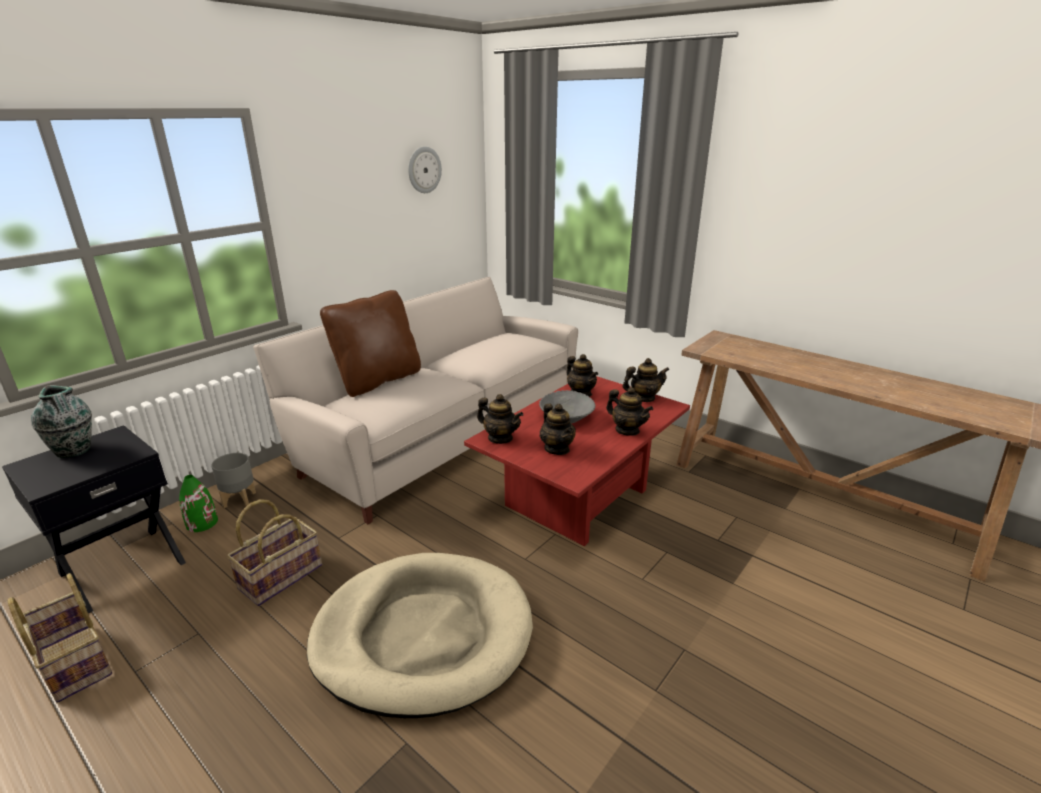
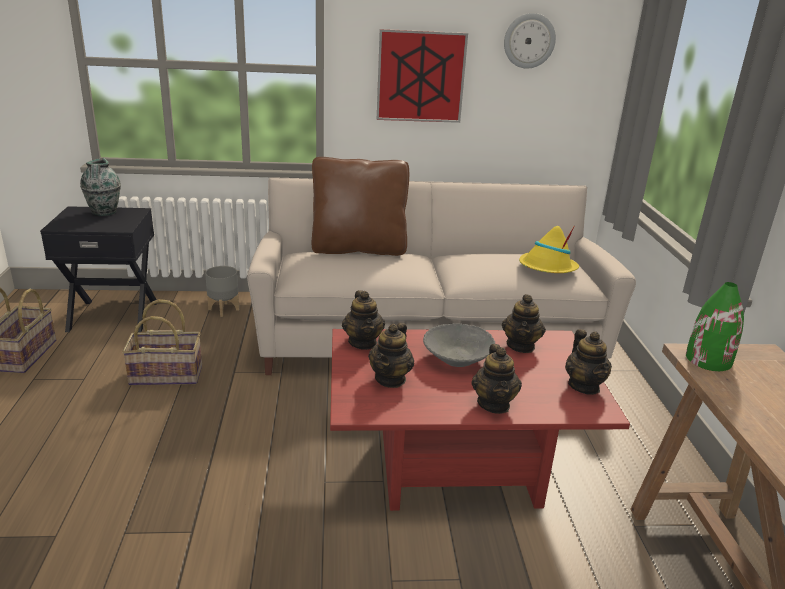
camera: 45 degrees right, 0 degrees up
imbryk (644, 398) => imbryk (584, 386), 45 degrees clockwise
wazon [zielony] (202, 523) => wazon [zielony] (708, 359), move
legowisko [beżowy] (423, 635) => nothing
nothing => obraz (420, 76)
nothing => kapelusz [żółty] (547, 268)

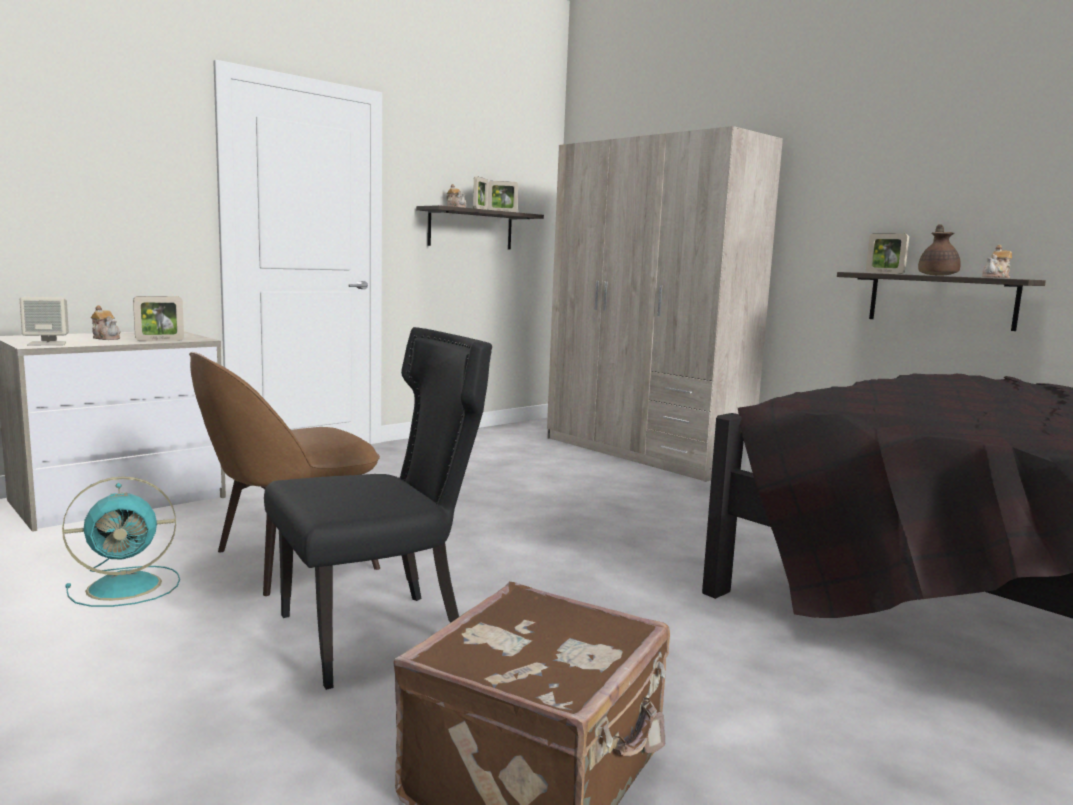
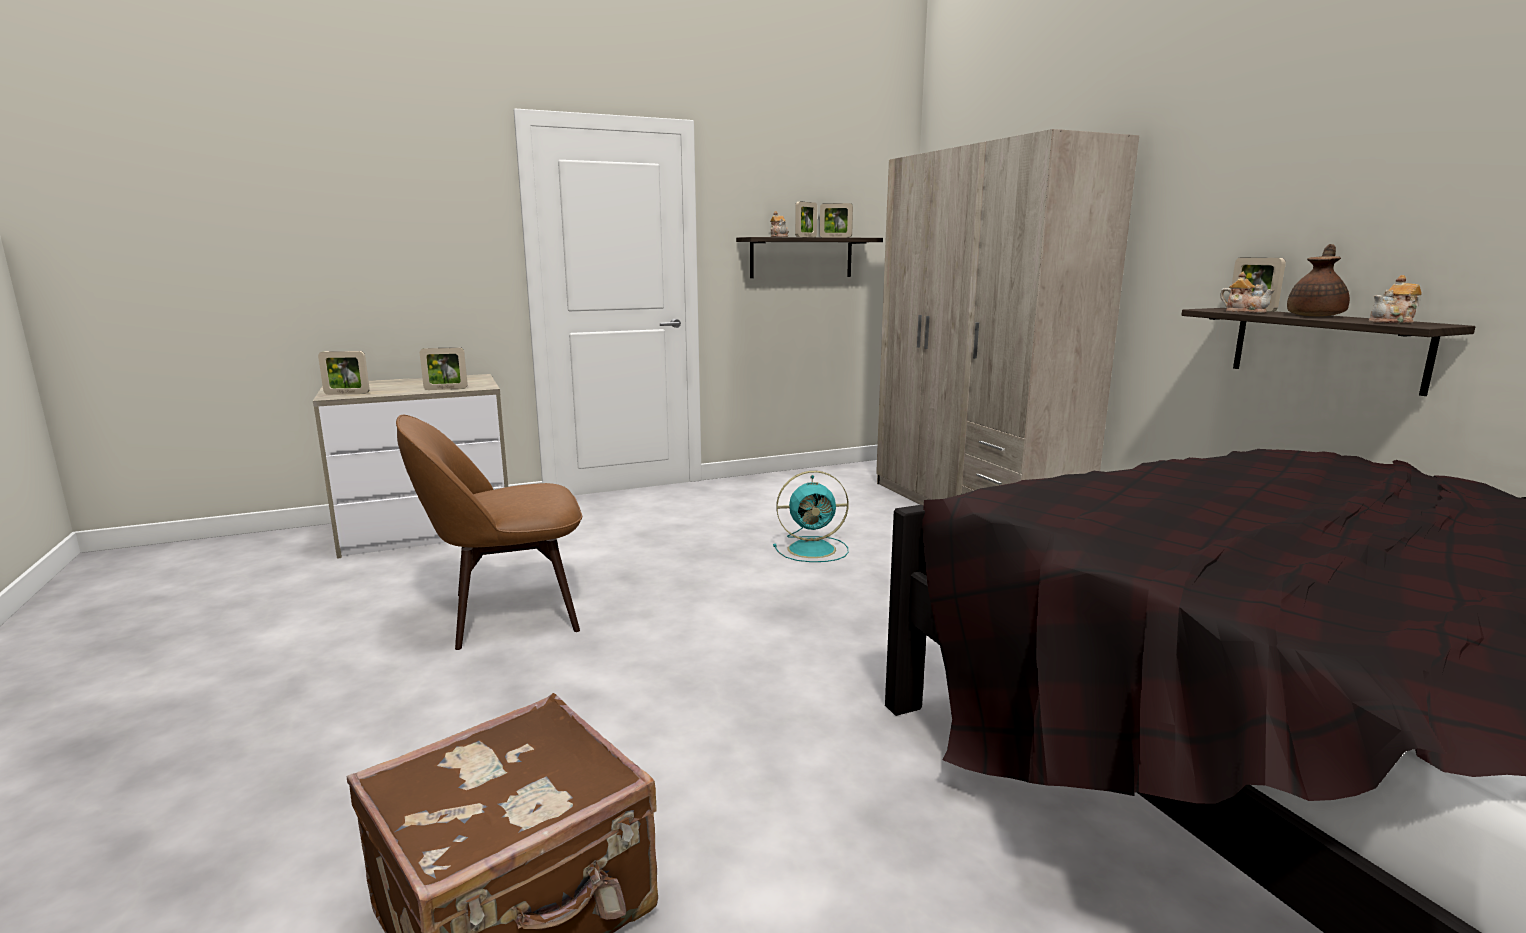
camera: 20 degrees right, 5 degrees up
głośnik [beżowy] (47, 343) => ramka na zdjęcie (347, 393)
imbryk (106, 338) => imbryk (1244, 311), move
krzesło [czarny] (380, 633) => nothing
wentylator [turkusowy] (128, 586) => wentylator [turkusowy] (814, 549), move

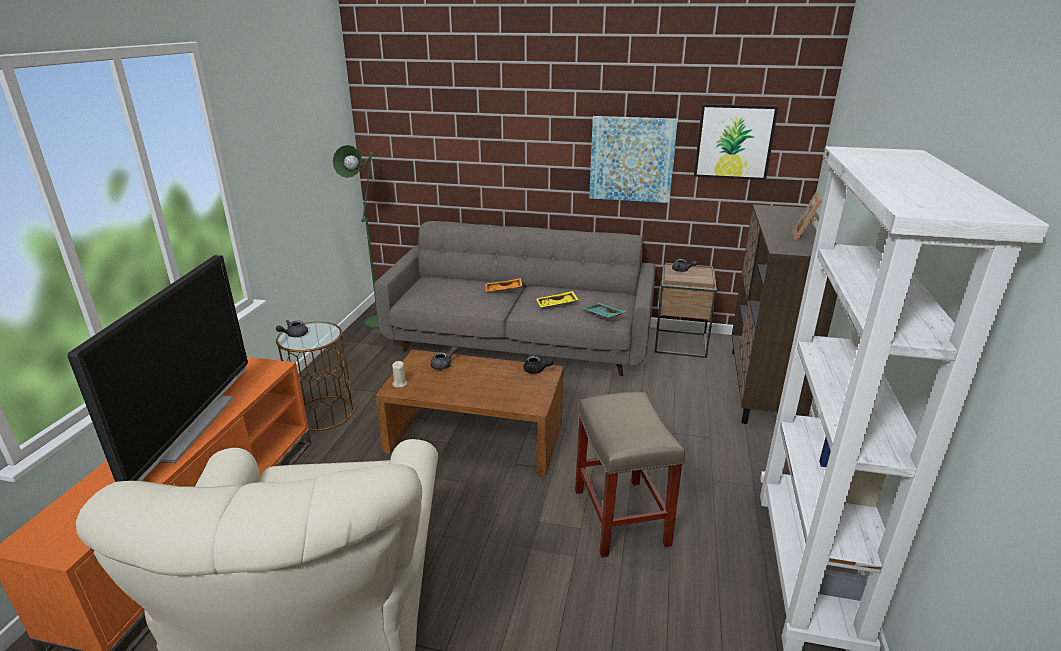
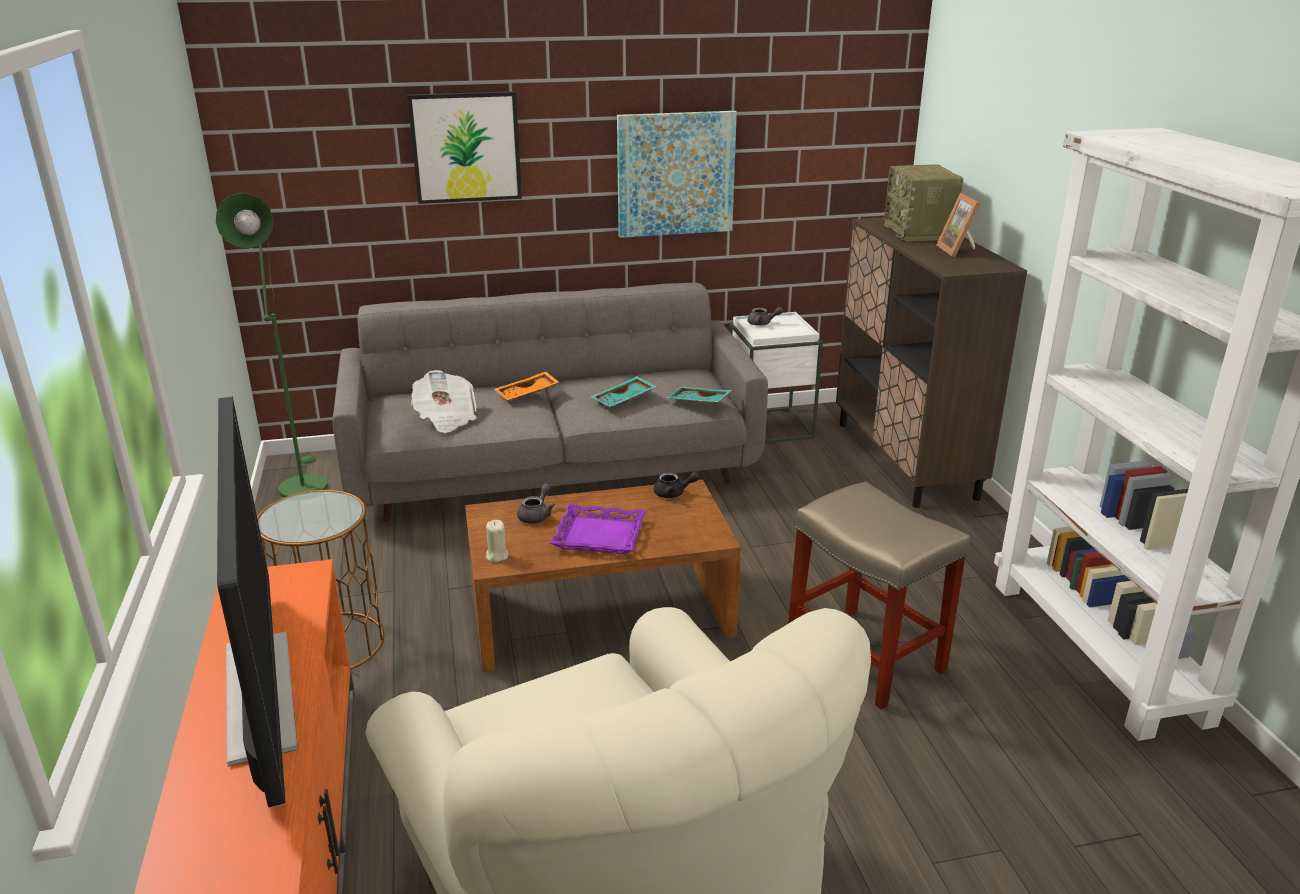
camera: 25 degrees left, 0 degrees up
obraz (734, 142) => obraz (466, 147), move
stolik [brązowy] (680, 343) => stolik [biały] (769, 426)
taca [żółty] (557, 305) => taca [turkusowy] (624, 400)
imbryk [szary] (294, 335) => nothing
nothing => radio (919, 232)
nothing => gazeta (445, 418)
nothing => taca [fioletowy] (599, 535)

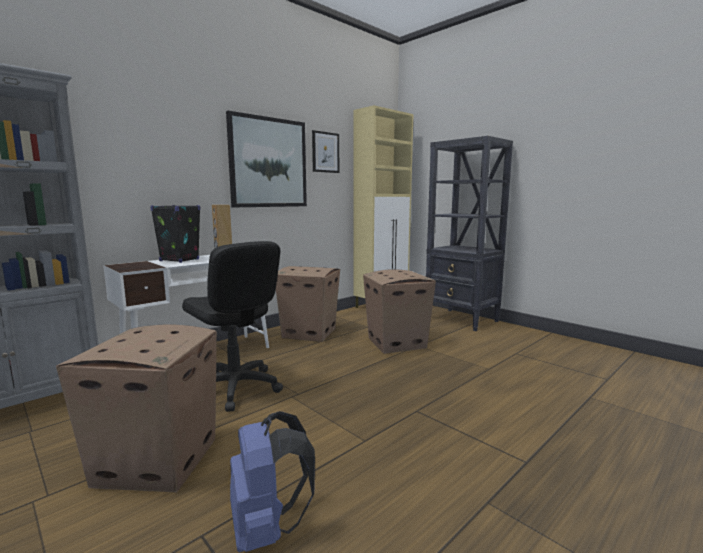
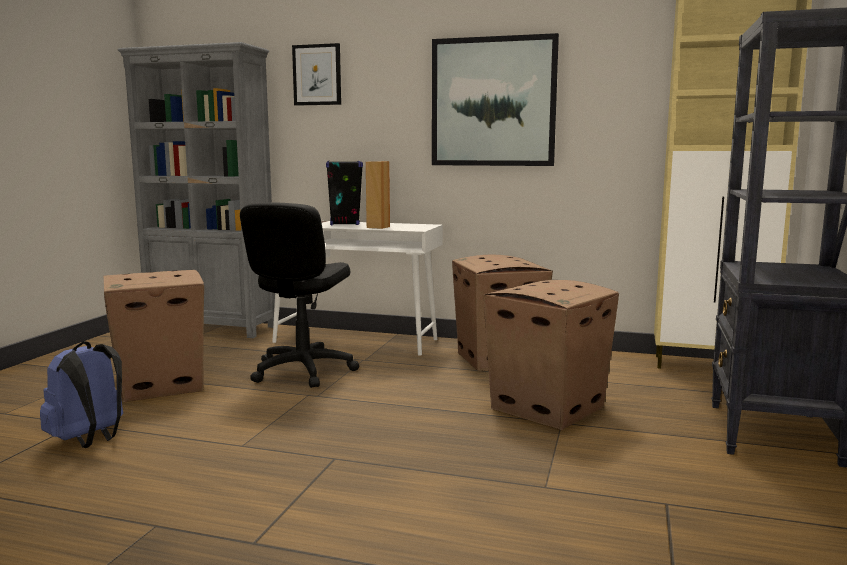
camera: 60 degrees right, 0 degrees up
obraz (325, 152) => obraz (317, 75), move

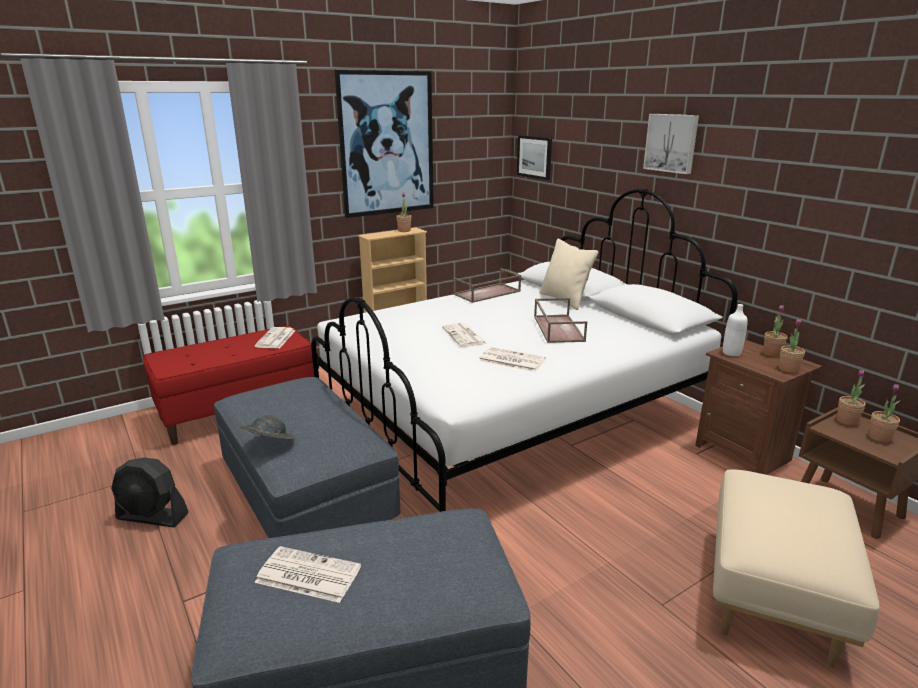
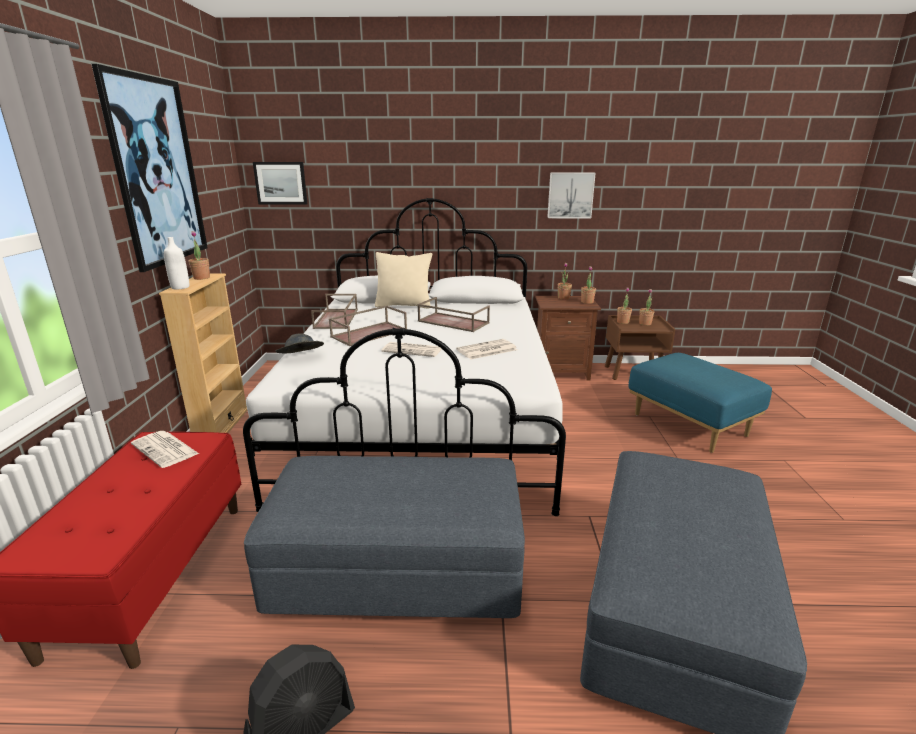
camera: 55 degrees left, 0 degrees up
obraz (671, 143) => obraz (570, 195), move
butelka [biały] (731, 353) => butelka [biały] (180, 287), move
kapelusz [szary] (268, 444) => kapelusz [szary] (300, 358), move
pufa [beżowy] (775, 597) => pufa [niebieski] (690, 425)
gazeta (307, 575) => nothing
nothing => taca [brązowy] (369, 333)

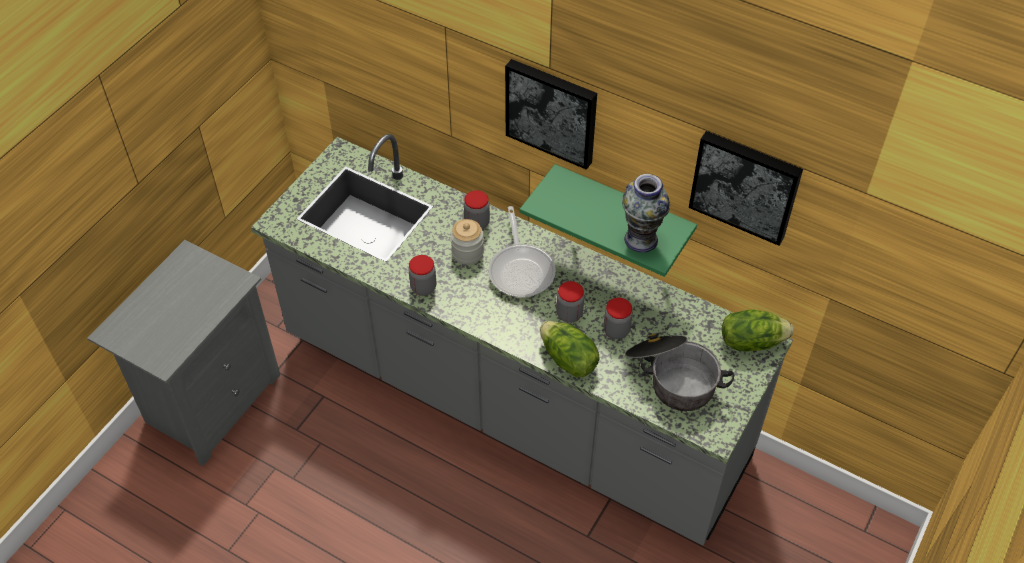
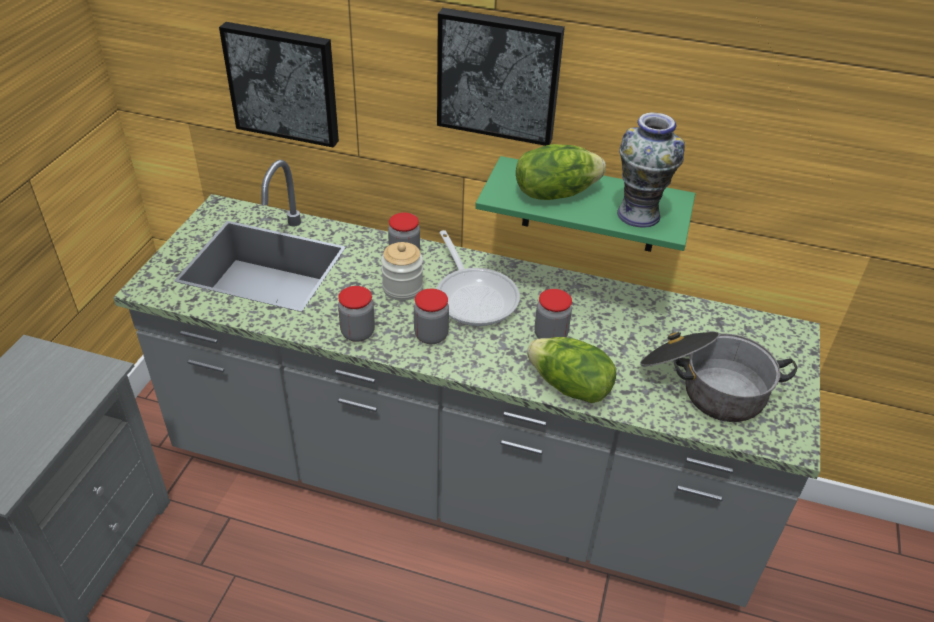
camera: 15 degrees left, 10 degrees down
obraz (745, 185) => obraz (284, 83), move
słoik (616, 330) => słoik (431, 335), move
sałata (751, 341) => sałata (555, 193), move

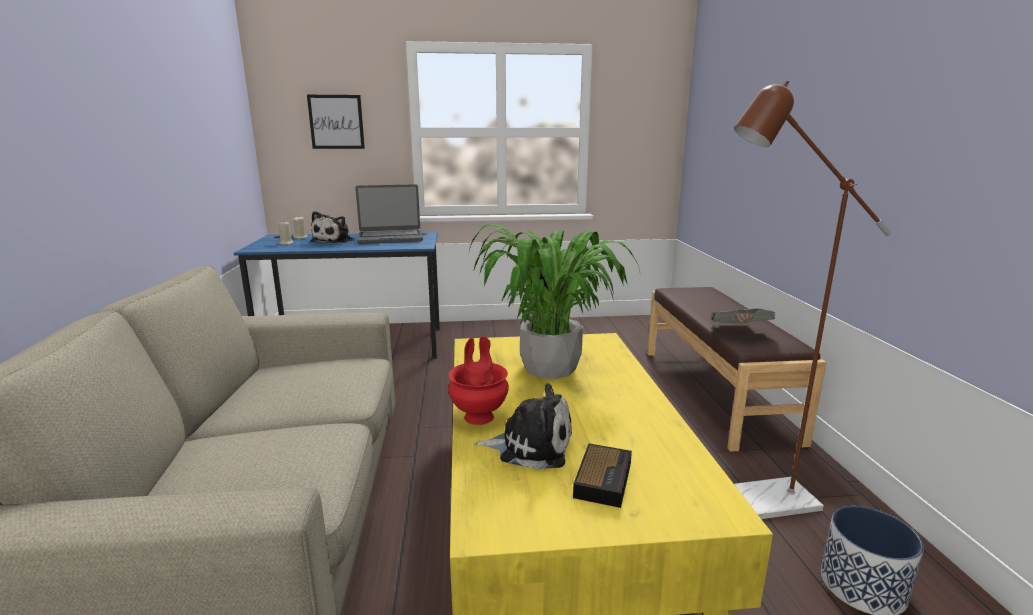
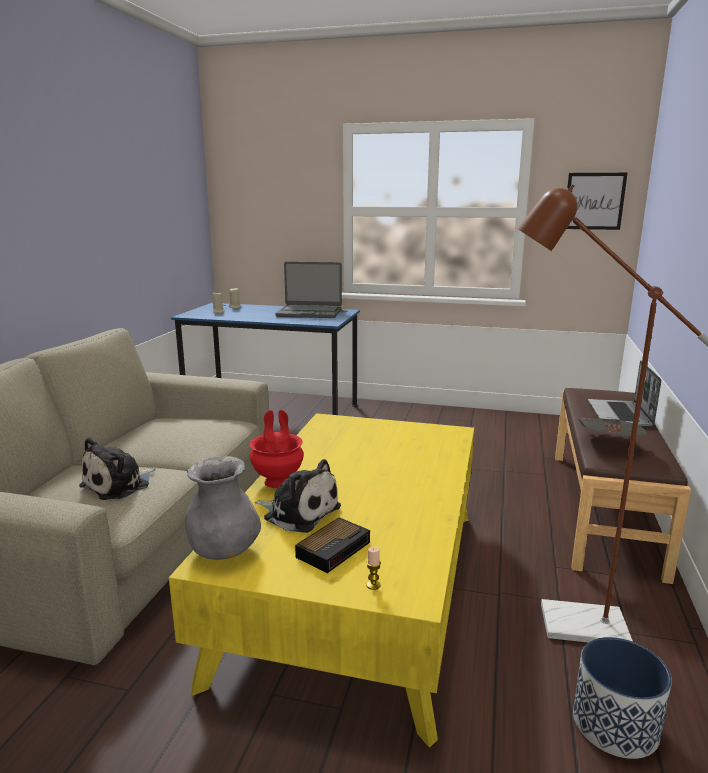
camera: 20 degrees right, 0 degrees up
obraz (336, 122) => obraz (594, 201), move
pluszak (335, 241) => pluszak (119, 485), move
roślina doniczkowa (551, 368) => nothing
nothing => laptop (620, 415)
nothing => wazon [szary] (223, 551)
nothing => świeca (373, 585)

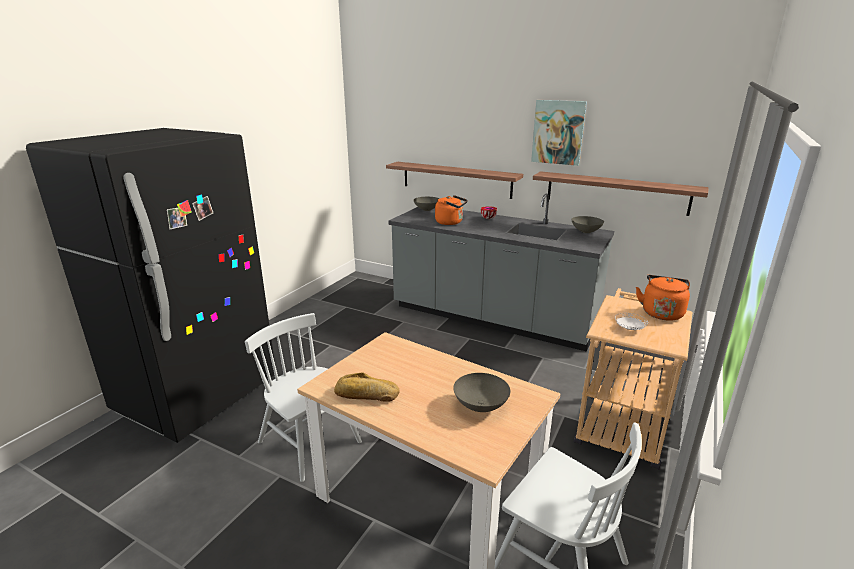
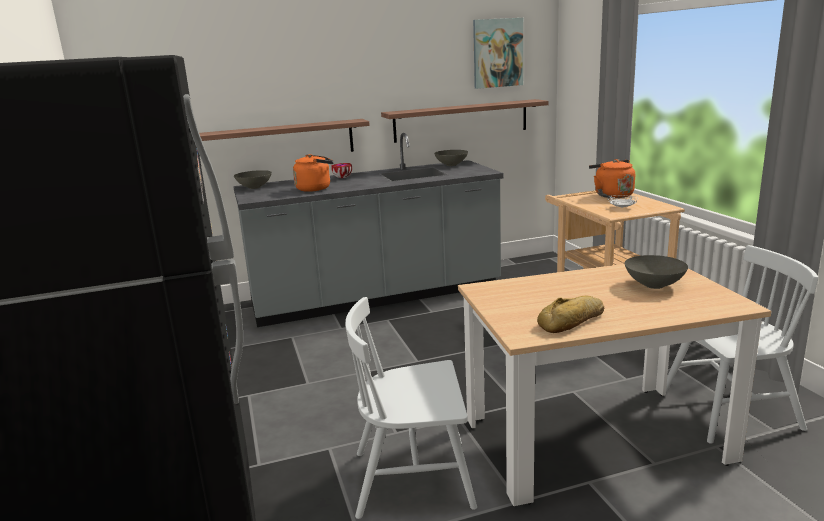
camera: 45 degrees left, 5 degrees down
obraz (558, 132) => obraz (497, 53), move

